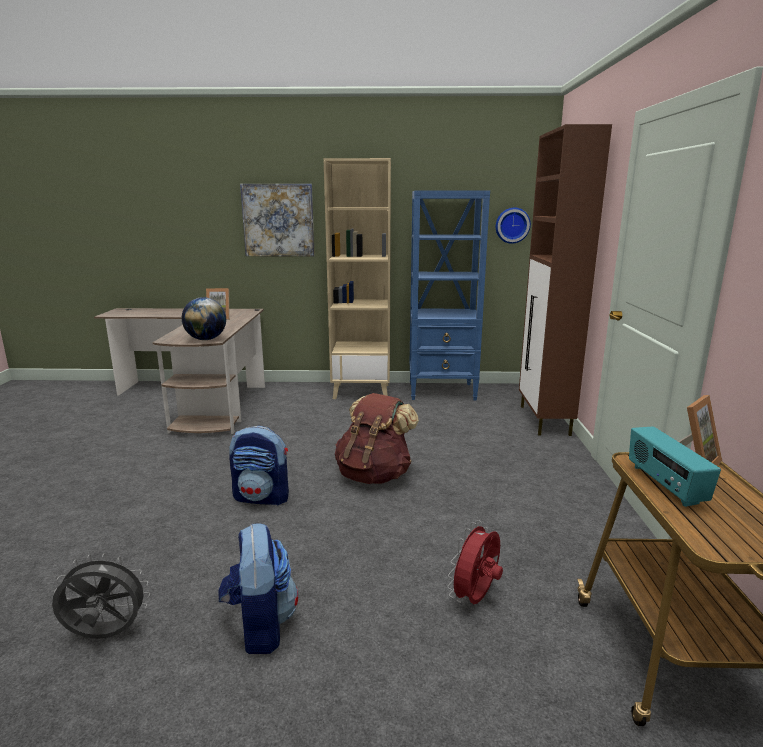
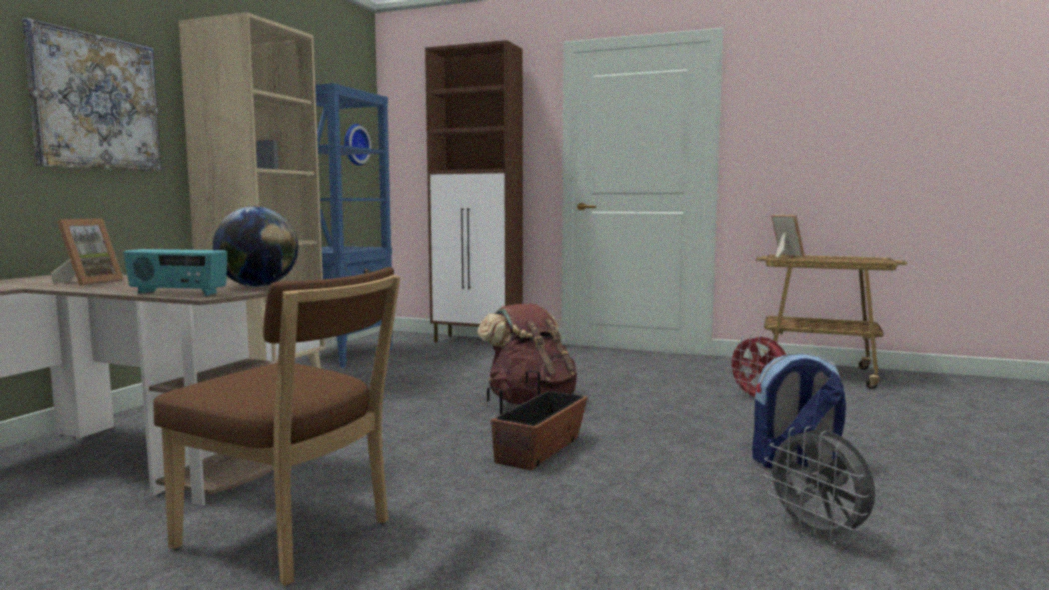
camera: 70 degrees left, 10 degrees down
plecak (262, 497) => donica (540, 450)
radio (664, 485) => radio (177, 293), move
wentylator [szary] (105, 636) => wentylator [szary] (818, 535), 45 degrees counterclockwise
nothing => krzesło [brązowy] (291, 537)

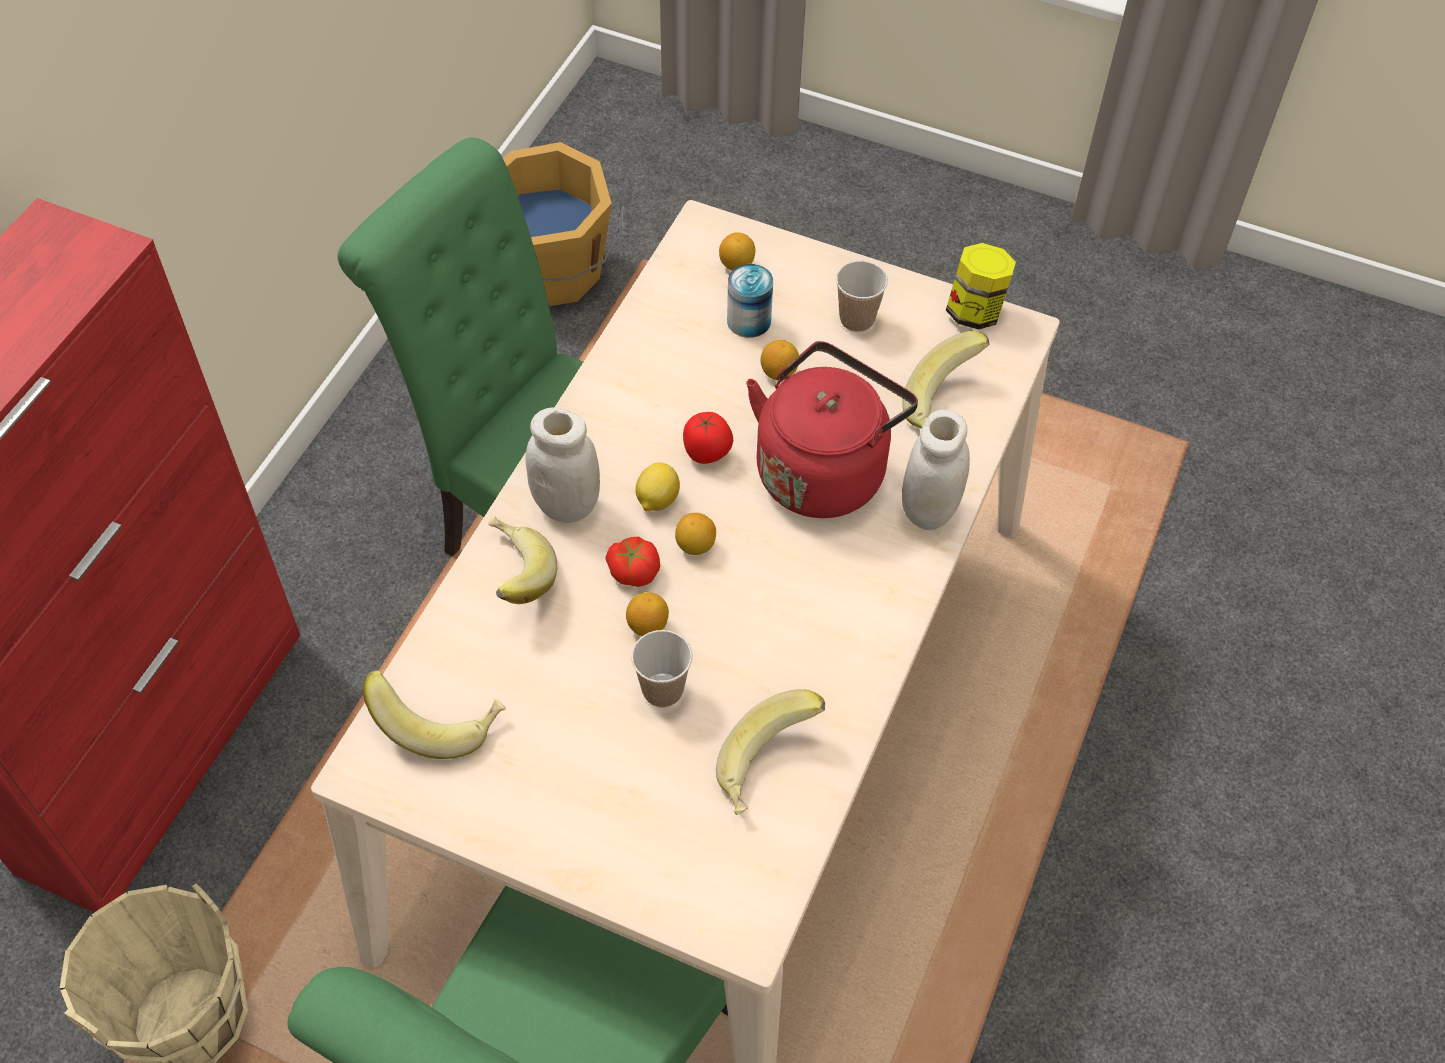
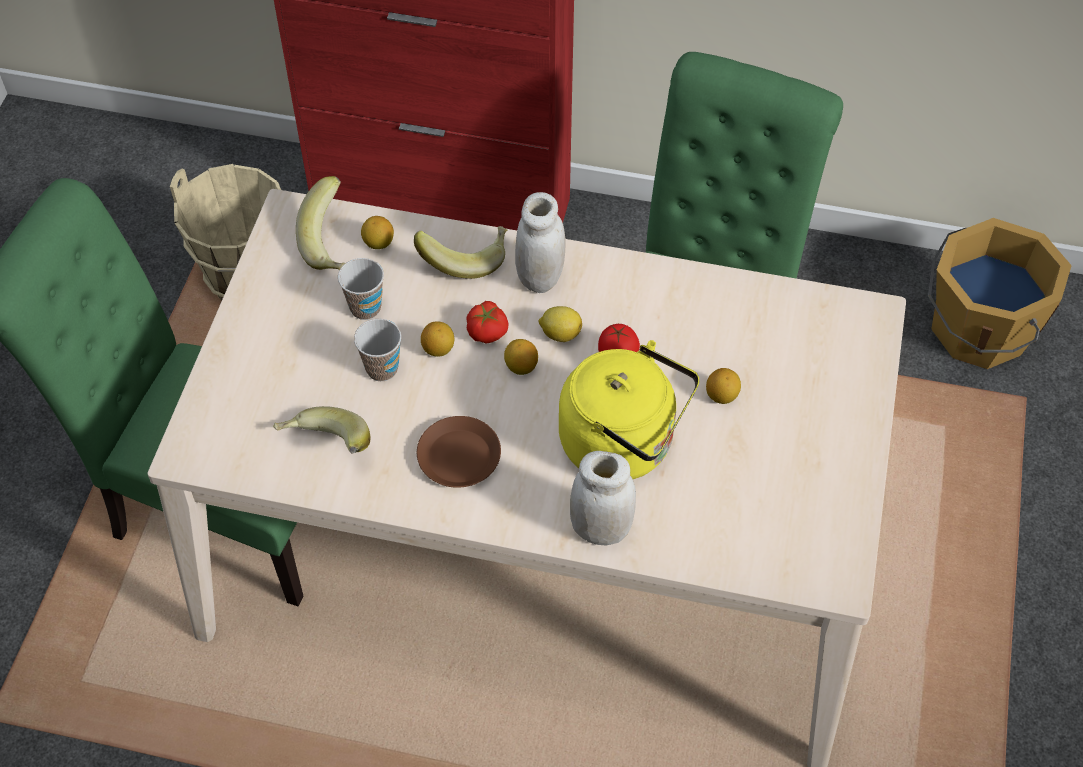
camera: 80 degrees right, 0 degrees up
cytryna (737, 265) => cytryna (378, 243), move
słoik (975, 311) => nothing
filiżanka (857, 319) => filiżanka (365, 308), move
puszka (749, 321) => nothing
banan (945, 406) => nothing
czajnik [czerwony] (824, 469) => czajnik [żółty] (624, 444)
nothing => talerz [brązowy] (458, 456)

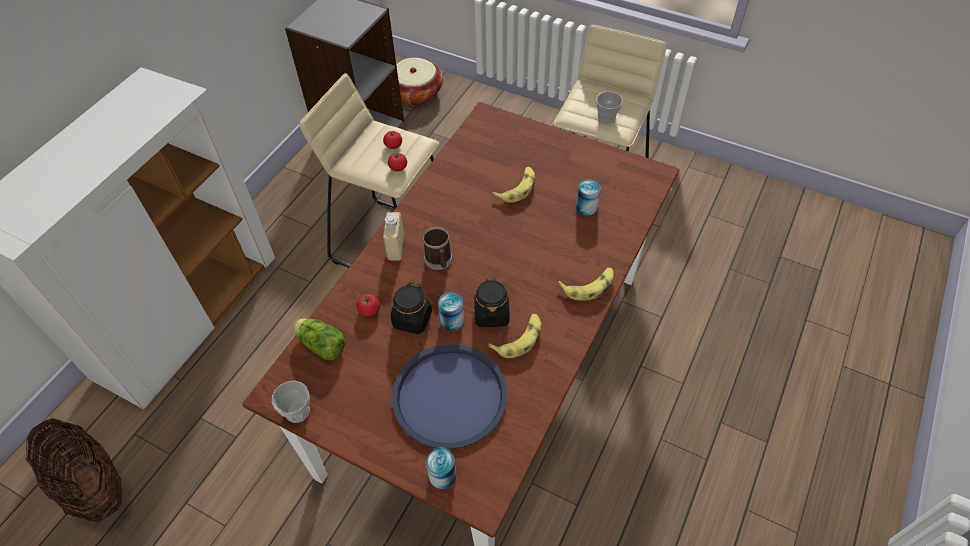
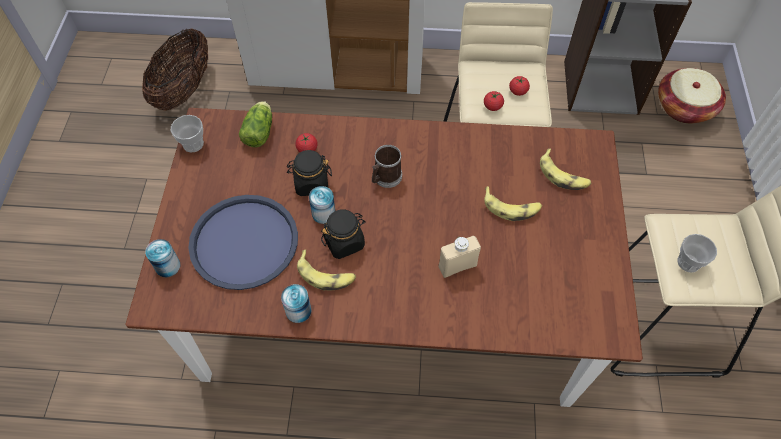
camera: 65 degrees right, 5 degrees up
puszka (586, 207) => puszka (298, 311), move
butelka [beżowy] (396, 247) => butelka [beżowy] (457, 266), move
banan (589, 286) => banan (563, 175), move

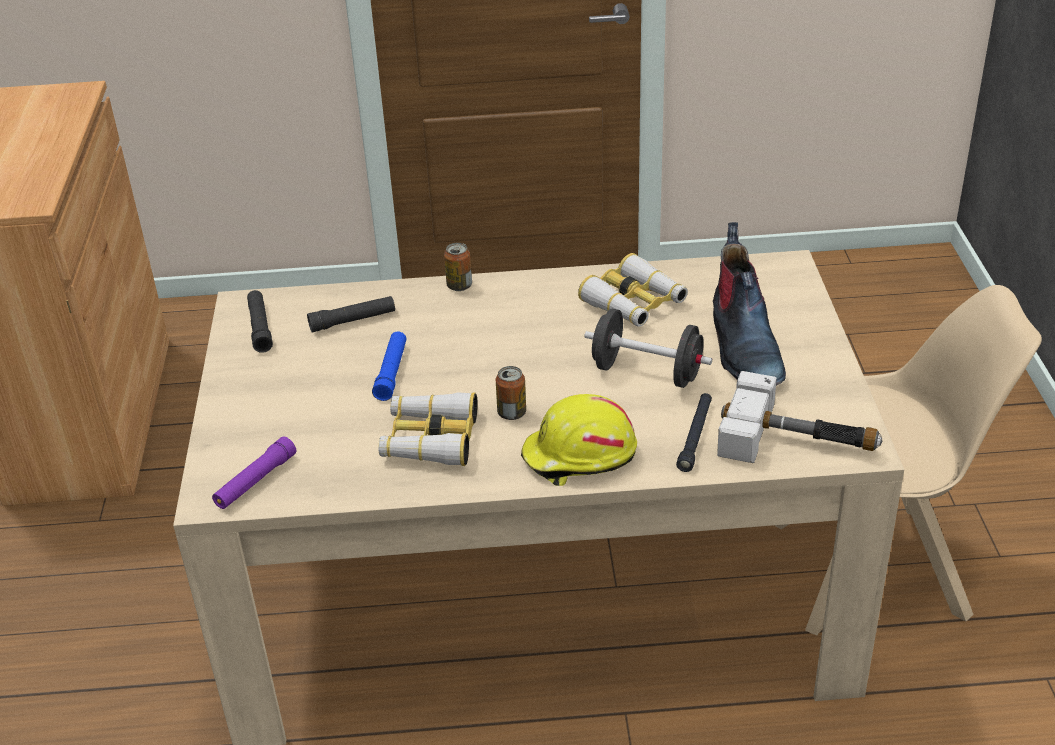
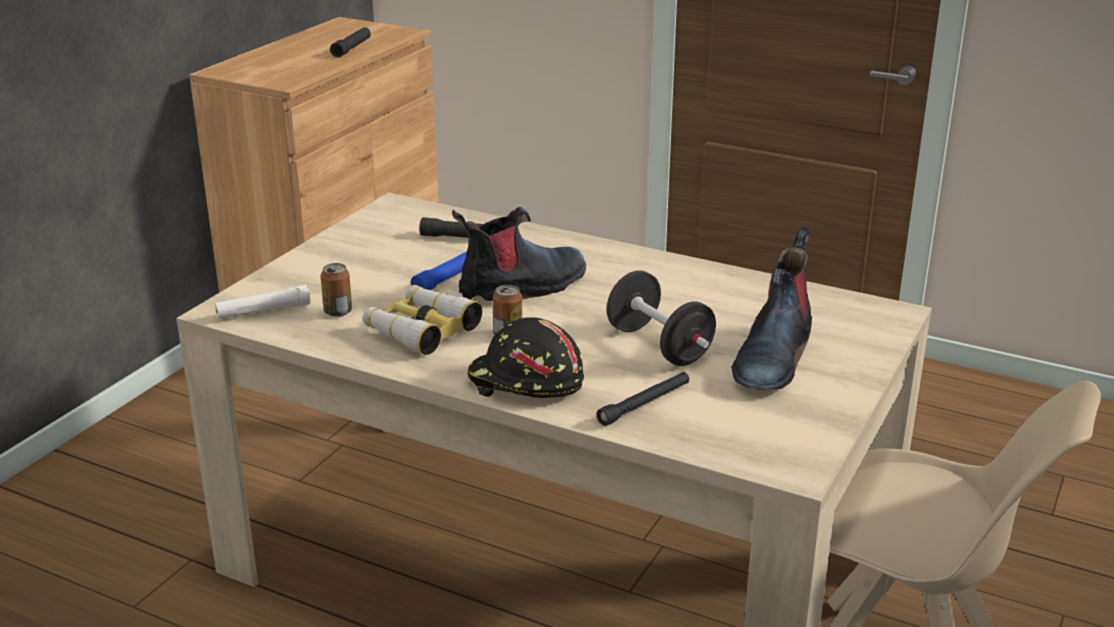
camera: 30 degrees right, 10 degrees down
puszka (459, 286) => puszka (338, 312), move
lornetka (634, 303) => nothing
latarka [czarny] (260, 327) => latarka [czarny] (352, 48), move
młotek (799, 440) => nothing
kask [żółty] (579, 457) => kask [czarny] (525, 382)
latarka [fioletowy] (255, 481) => latarka [biały] (263, 311)
nothing => but z cholewką (523, 288)

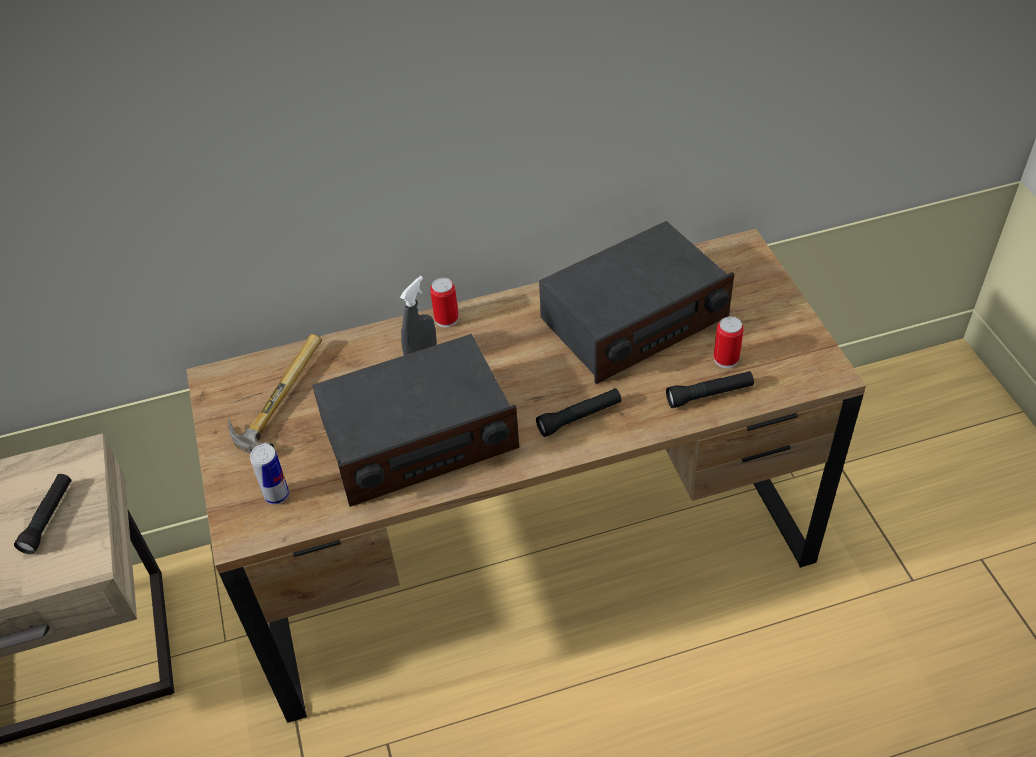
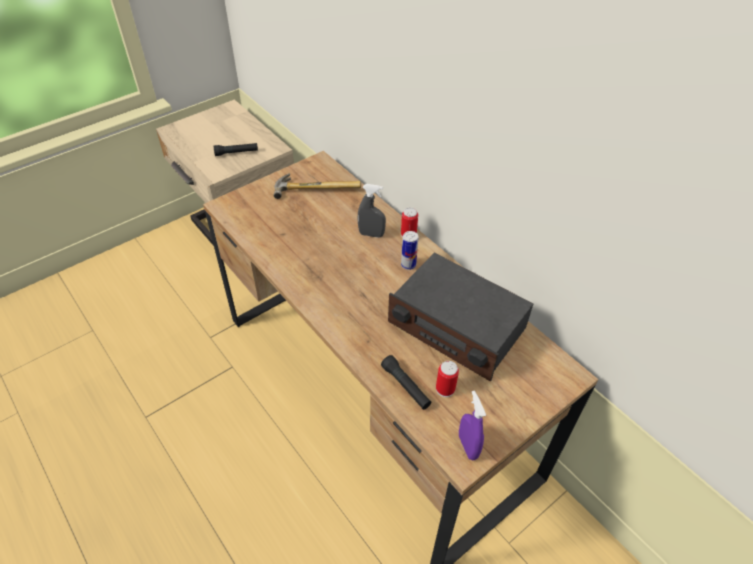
camera: 65 degrees right, 0 degrees up
radio (418, 437) => nothing
latarka [czarny] (579, 417) => nothing
puszka (277, 495) => puszka (408, 265), move
nothing => spryskiwacz [fioletowy] (468, 446)

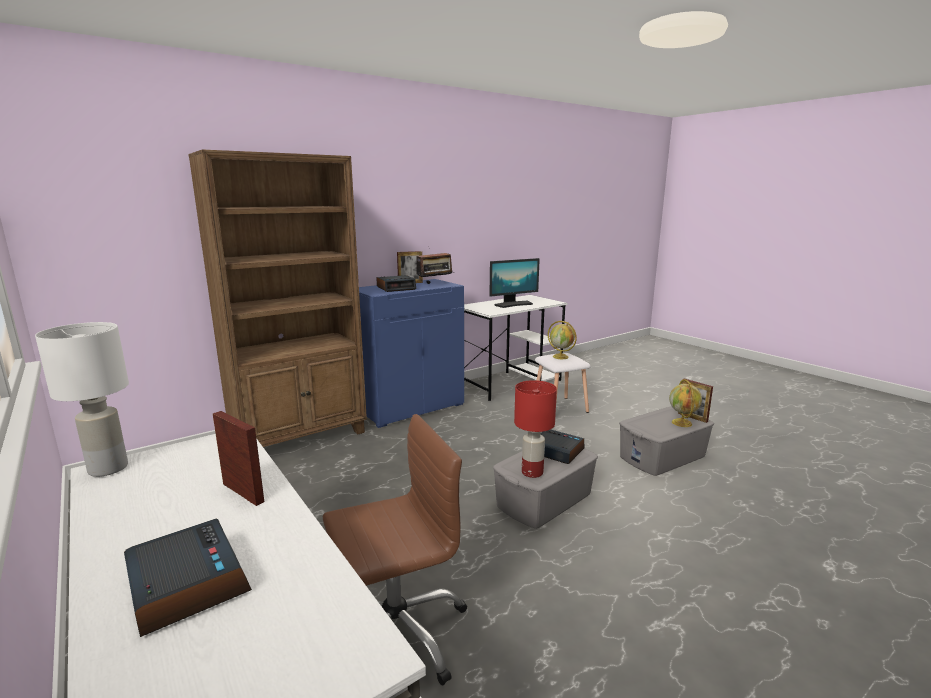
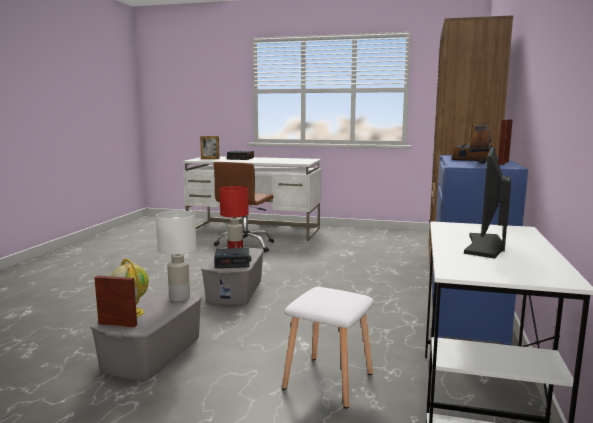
camera: 140 degrees right, 5 degrees down
globus (561, 357) => nothing
lampa stołowa [biały] (107, 468) => lampa stołowa [biały] (180, 298), move
ramka na zdjęcie (243, 493) => ramka na zdjęcie (210, 159), move

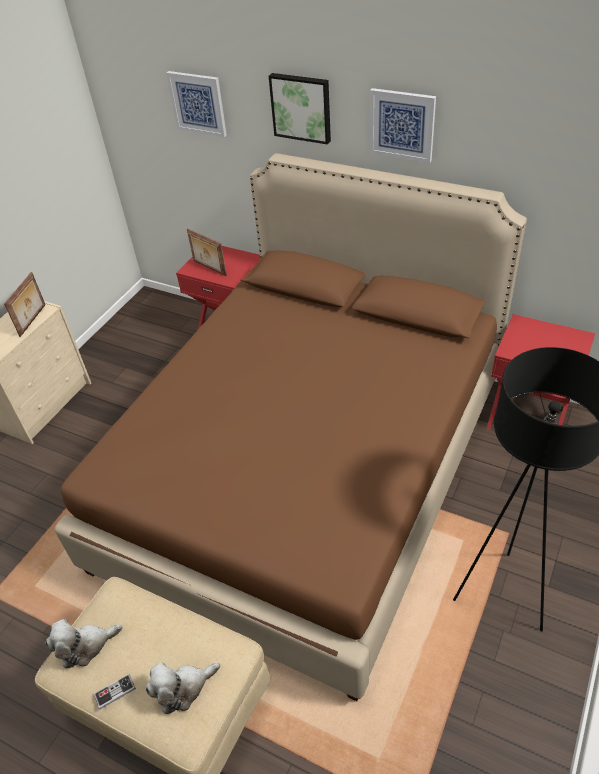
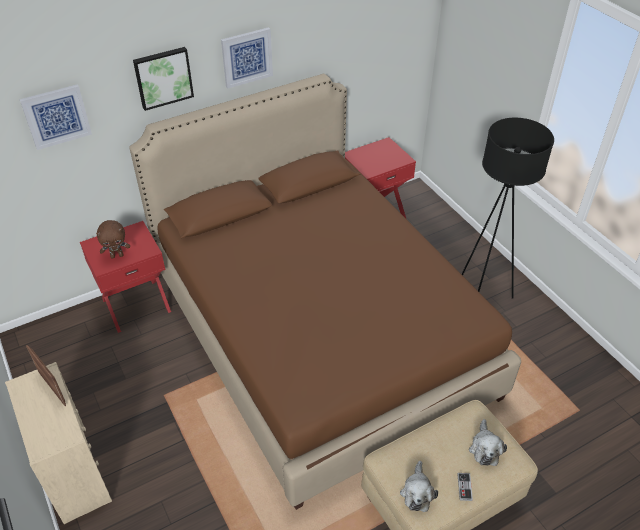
camera: 60 degrees left, 0 degrees up
ramka na zdjęcie (209, 268) => pluszak [brązowy] (117, 255)

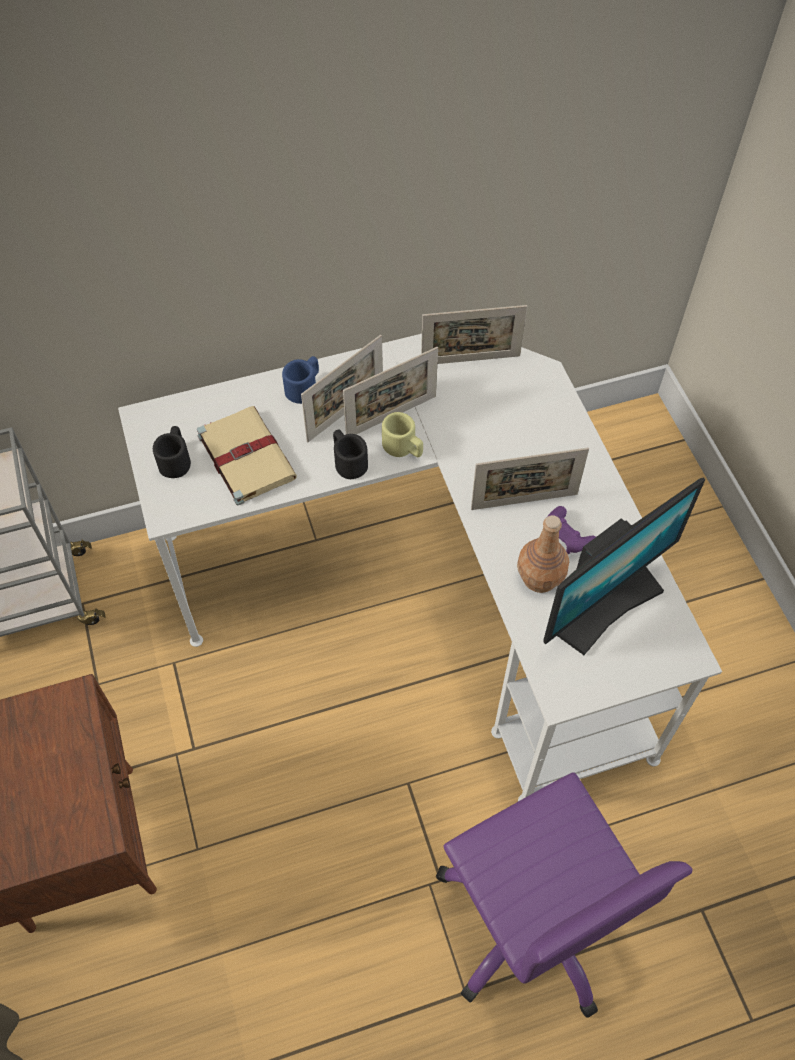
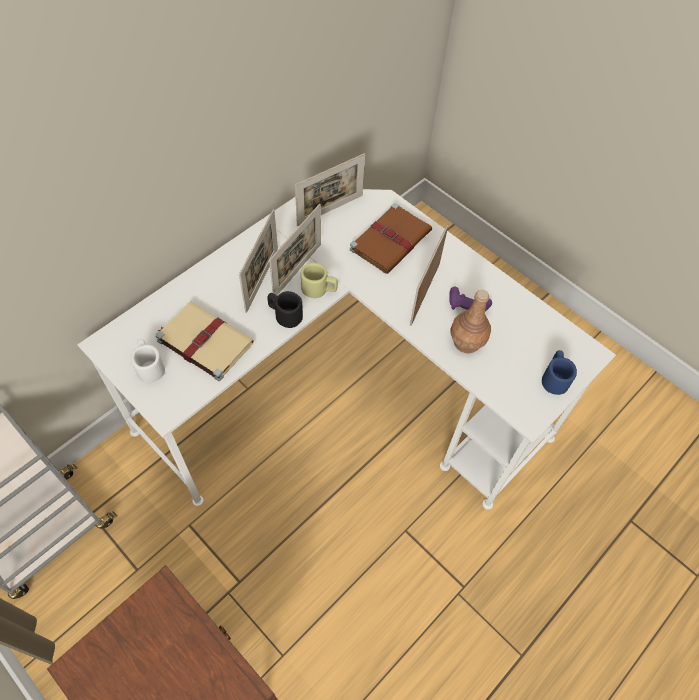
camera: 30 degrees left, 0 degrees up
kubek [niebieski] (304, 387) => kubek [niebieski] (554, 377), move
kubek [czarny] (176, 459) => kubek [biały] (149, 366)
ramka na zdjęcie (524, 501) => ramka na zdjęcie (425, 294), 150 degrees clockwise
monitor (604, 604) => nothing
krzesło biurowe [fioletowy] (534, 917) => nothing
nothing => książka [brązowy] (391, 240)

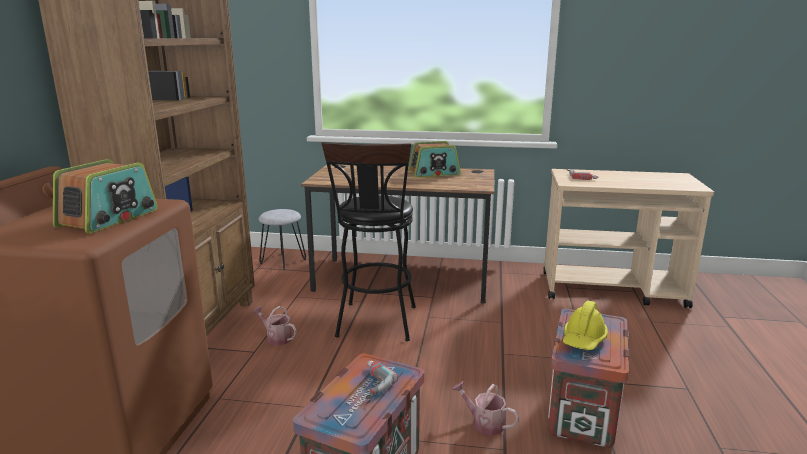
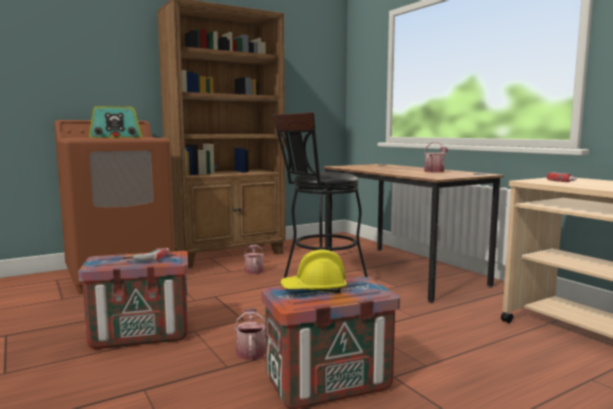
camera: 50 degrees right, 10 degrees down
radio (434, 173) => konewka (435, 171)
stołek [szary] (283, 261) => nothing

